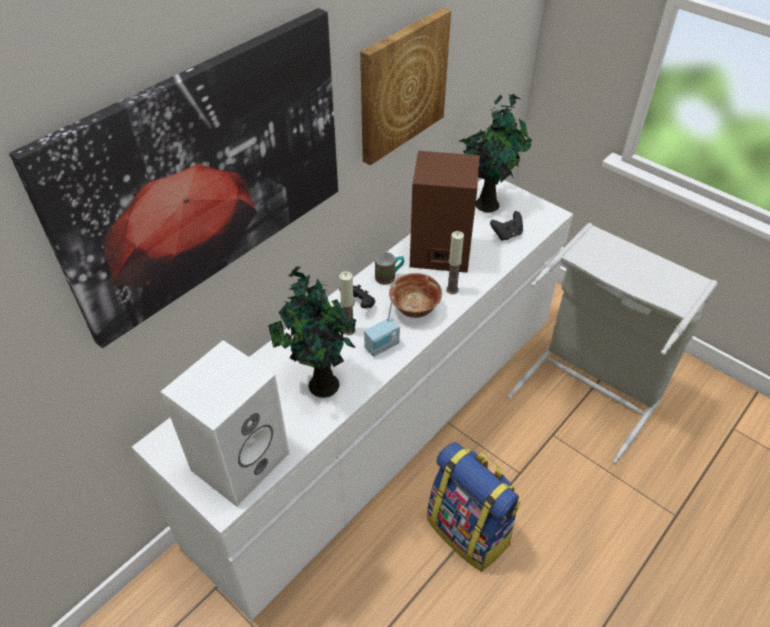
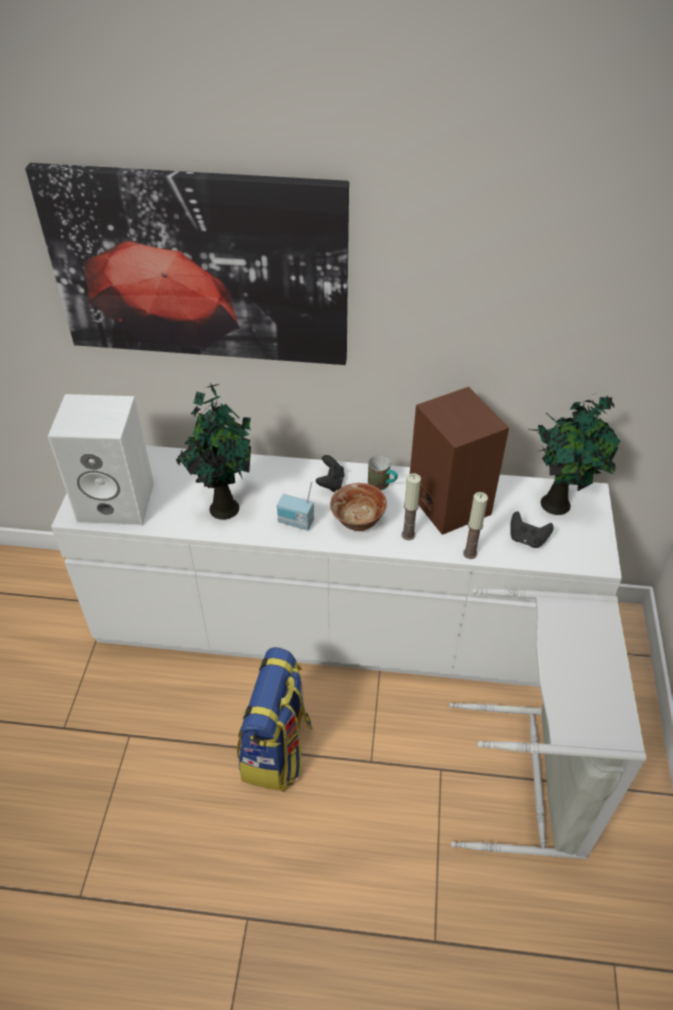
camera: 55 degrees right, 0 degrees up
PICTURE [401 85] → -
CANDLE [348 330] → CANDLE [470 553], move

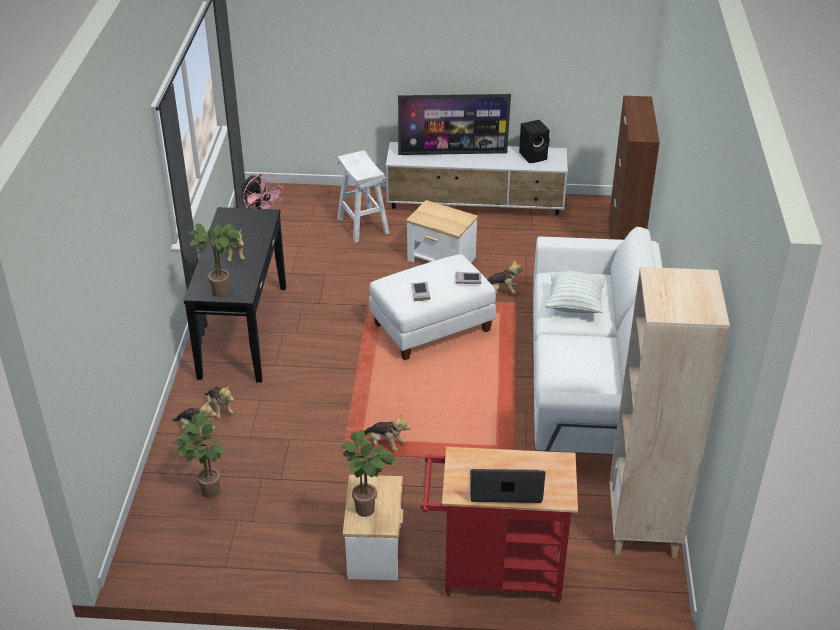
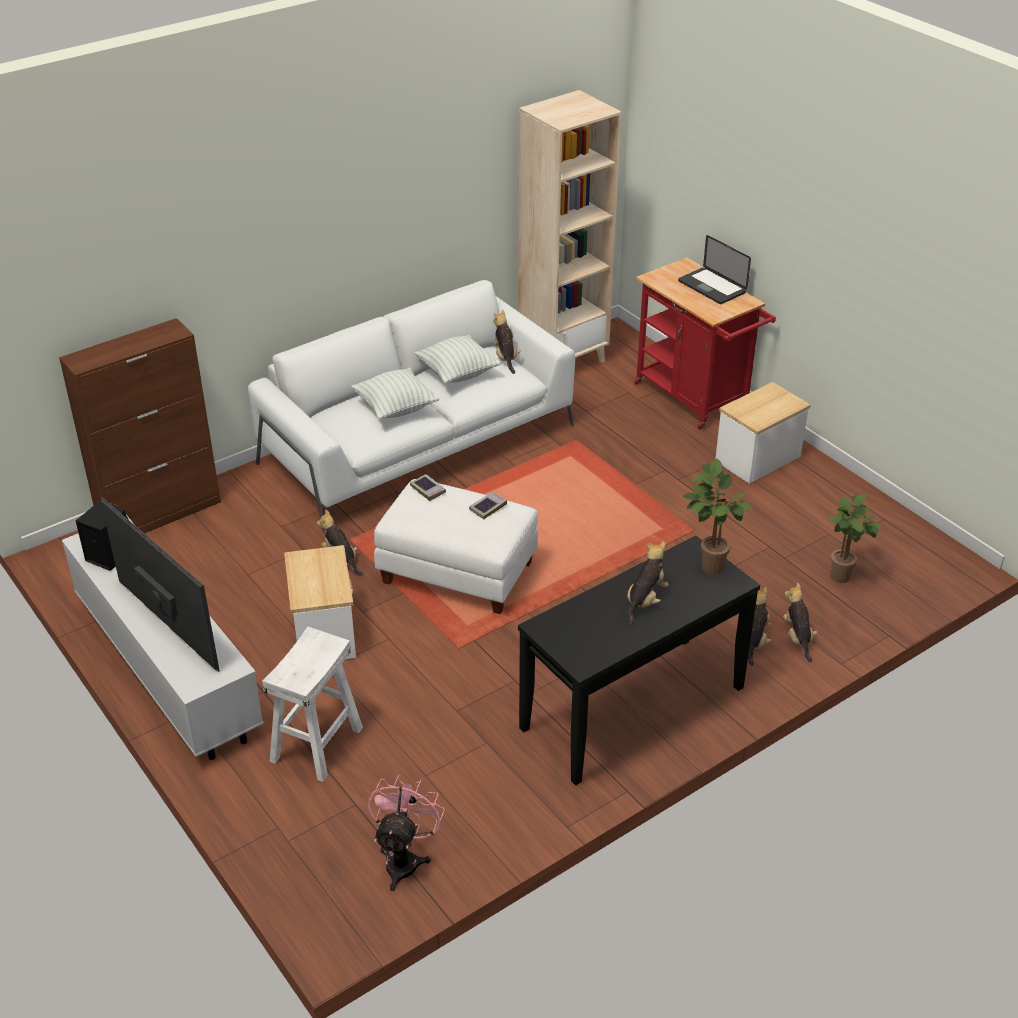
camera: 130 degrees left, 0 degrees up
PLUSH TOY [385 443] → PLUSH TOY [505 358], move
POTTED PLANT [368 510] → -
- → PILLOW [457 373]

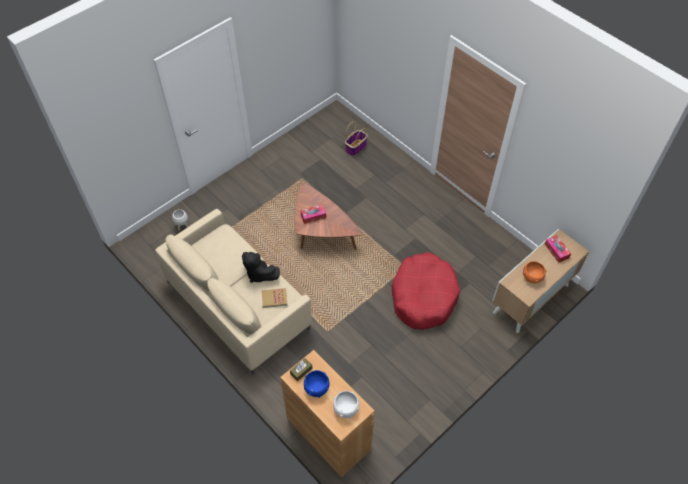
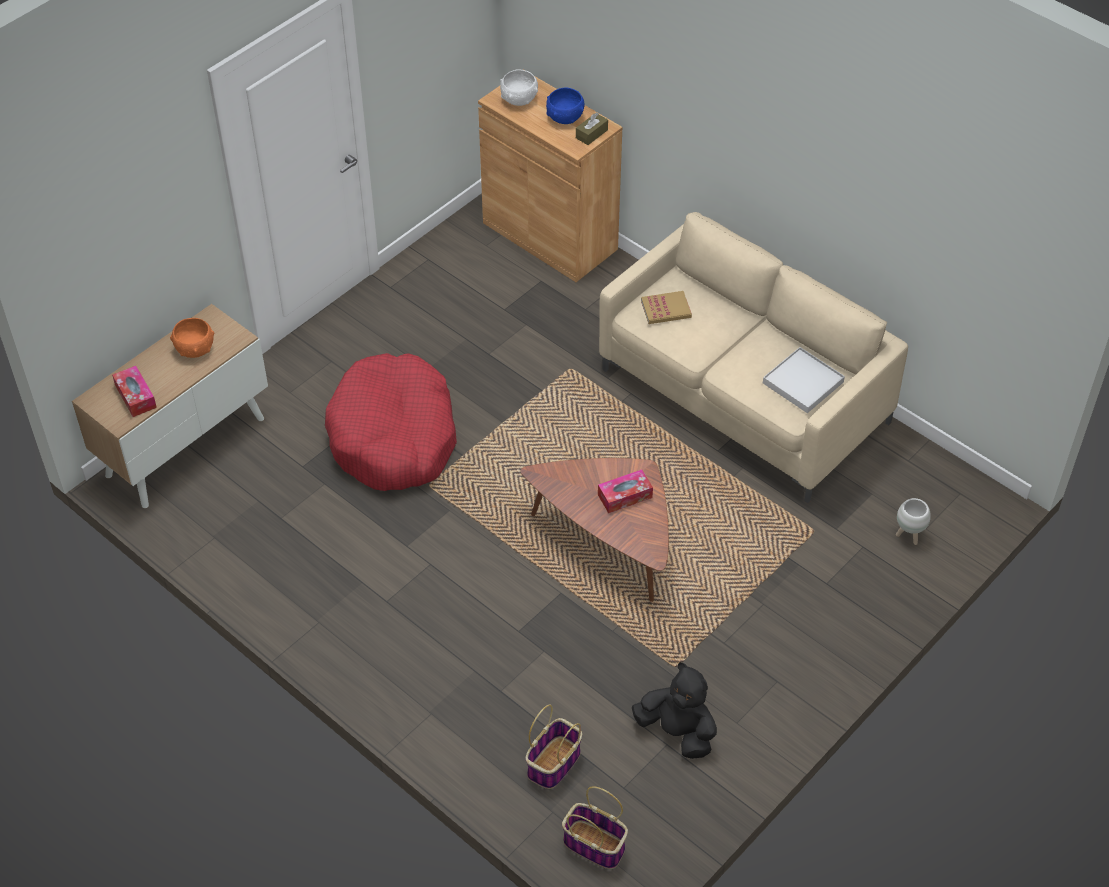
camera: 175 degrees right, 5 degrees down
BLACK PLUSH TOY [259 274] → BLACK PLUSH TOY [677 731], move
- → WHITE TRAY [802 382]
- → BASKET [595 845]

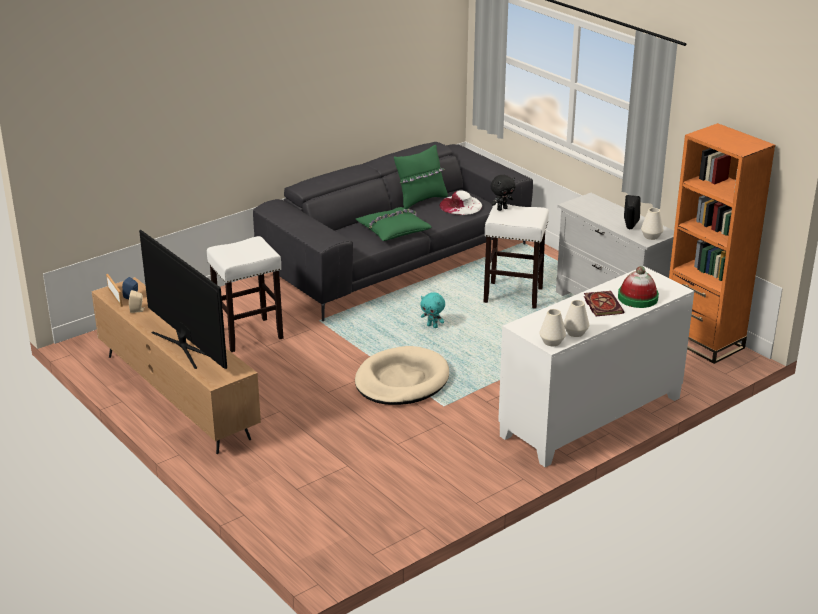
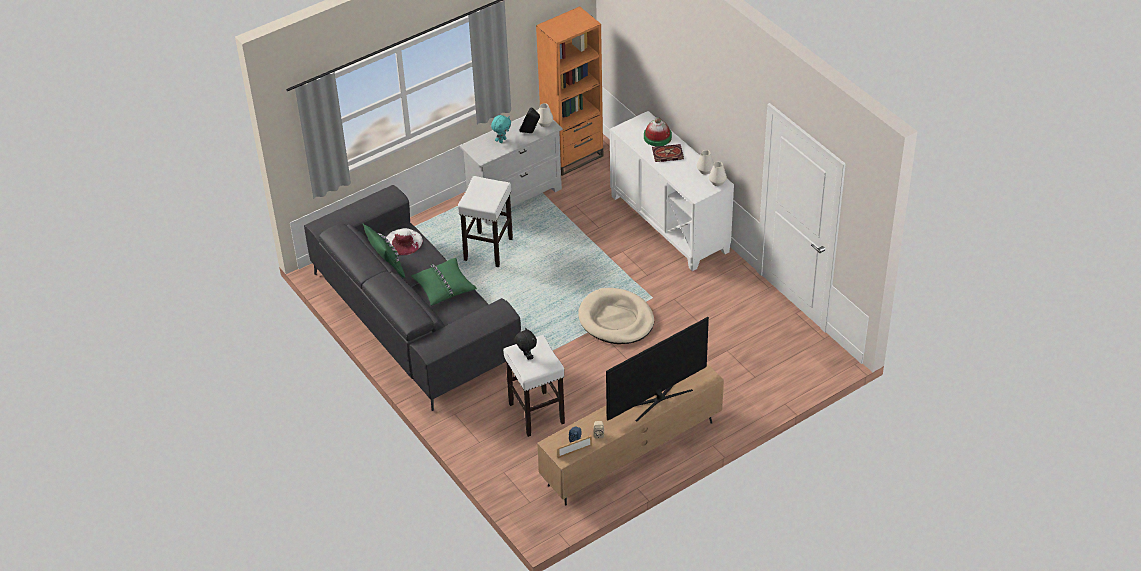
camera: 85 degrees left, 15 degrees up
BLACK PLUSH TOY [502 209] → BLACK PLUSH TOY [526 356], move
TURQUOISE PLUSH TOY [432 326] → TURQUOISE PLUSH TOY [502 140], move

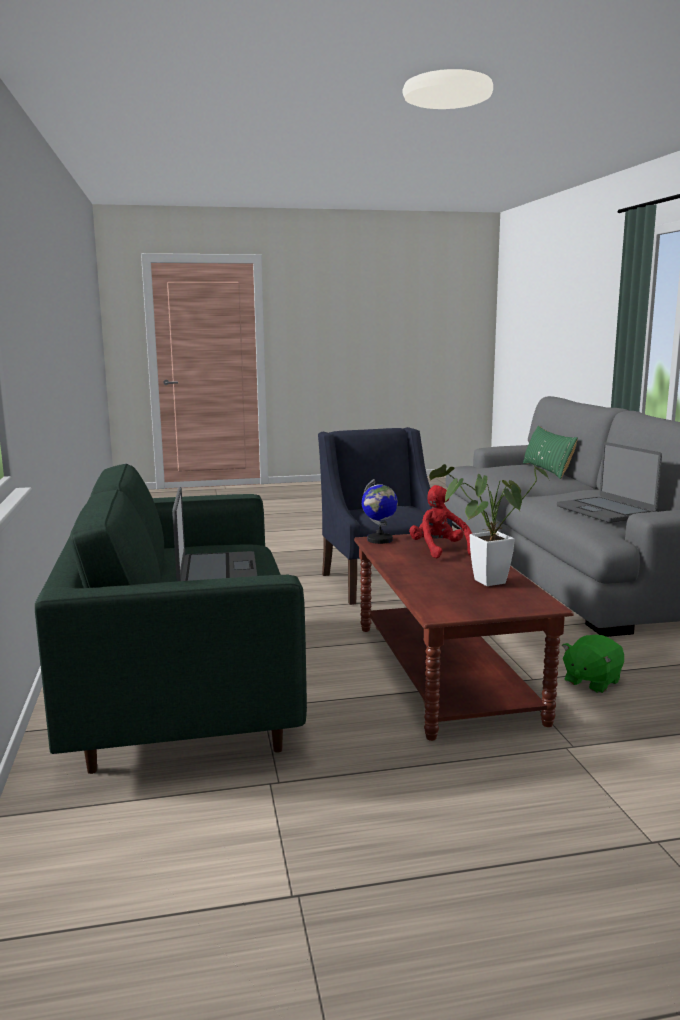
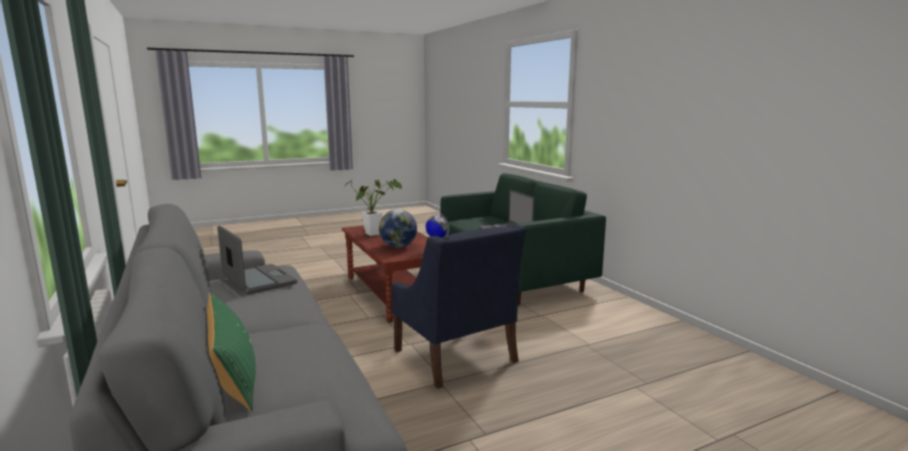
camera: 165 degrees right, 0 degrees up
RED PLUSH TOY [439 550] → GLOBE [398 247]
GREEN PLUSH TOY [591 681] → -

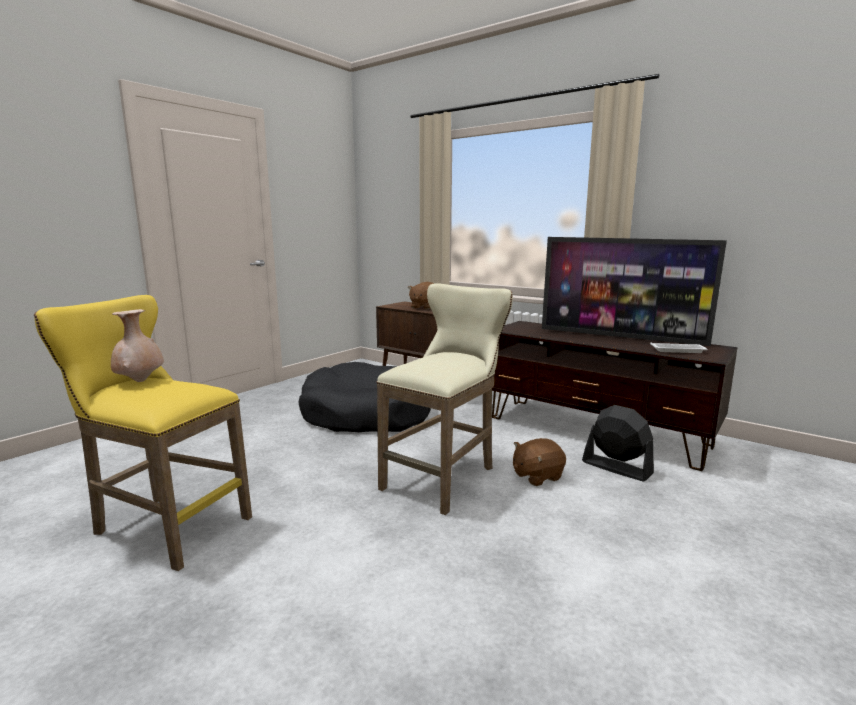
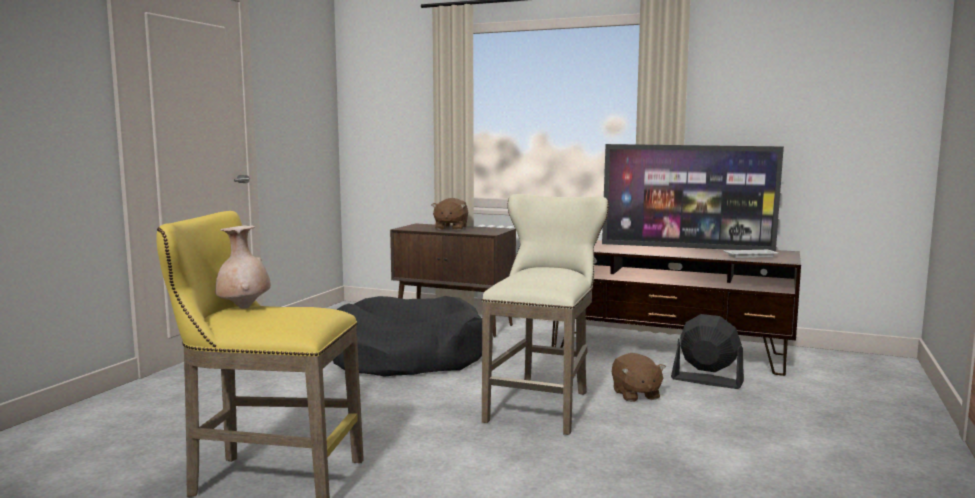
camera: 15 degrees left, 5 degrees down
BROWN PLUSH TOY [537 476] → BROWN PLUSH TOY [635 395], 60 degrees counterclockwise

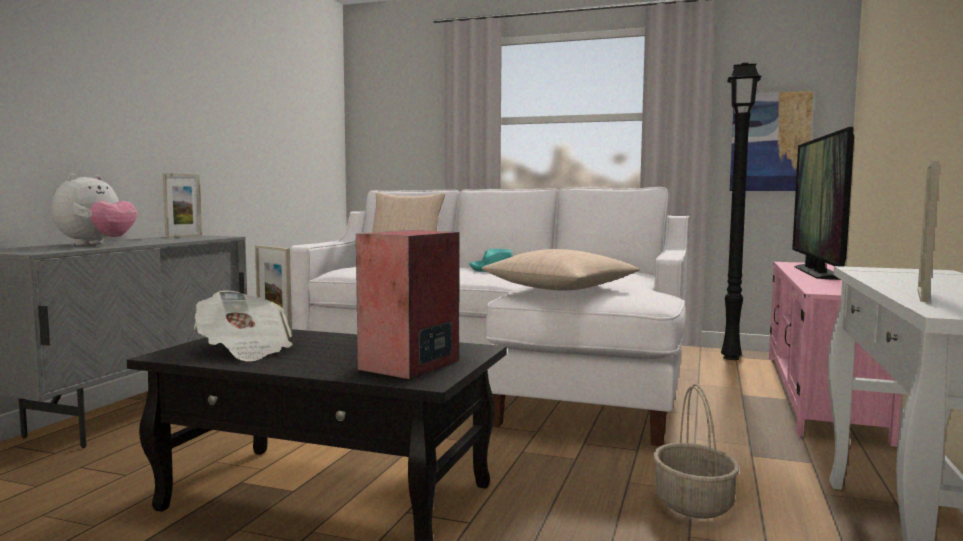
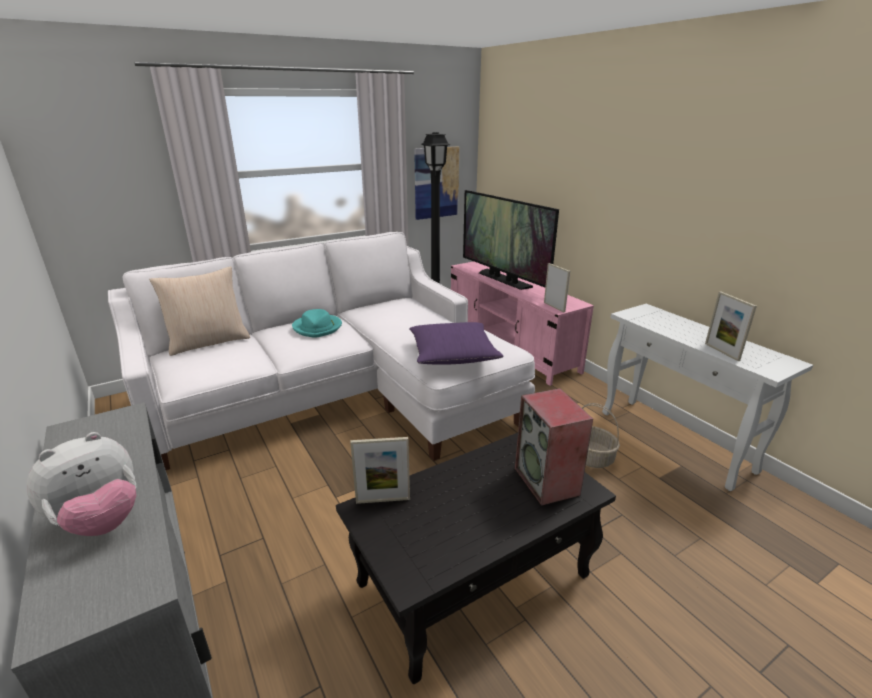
camera: 50 degrees left, 20 degrees up
PICTURE FRAME [184 236] → PICTURE FRAME [554 307], move
PLUSH TOY [96 244] → PLUSH TOY [101 521], 75 degrees clockwise
BEIGE PILLOW [561 289] → PURPLE PILLOW [453 354]
NEWSPAPER [245 350] → -

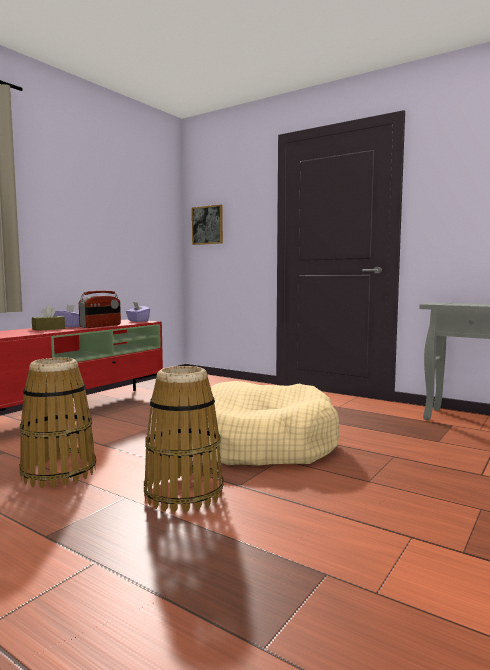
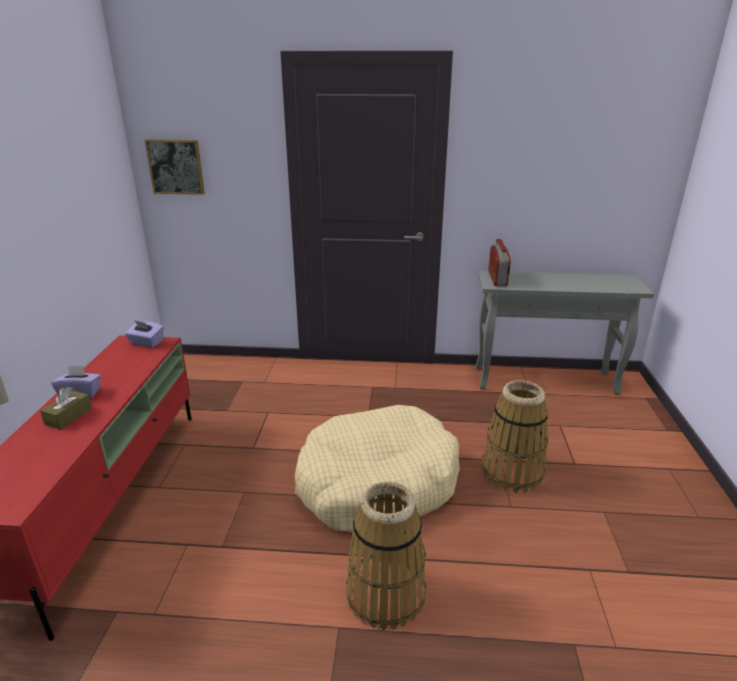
camera: 30 degrees left, 20 degrees up
RADIO [101 326] → RADIO [498 279], move
BASKET [59 472] → BASKET [512 472], move

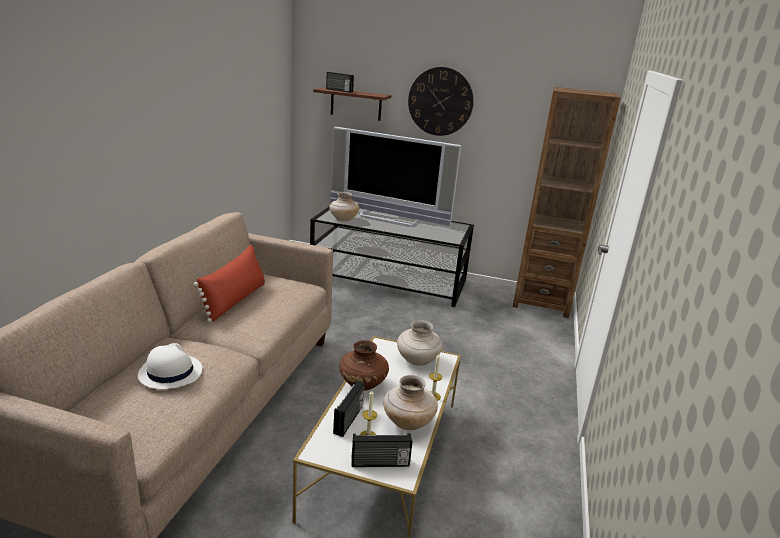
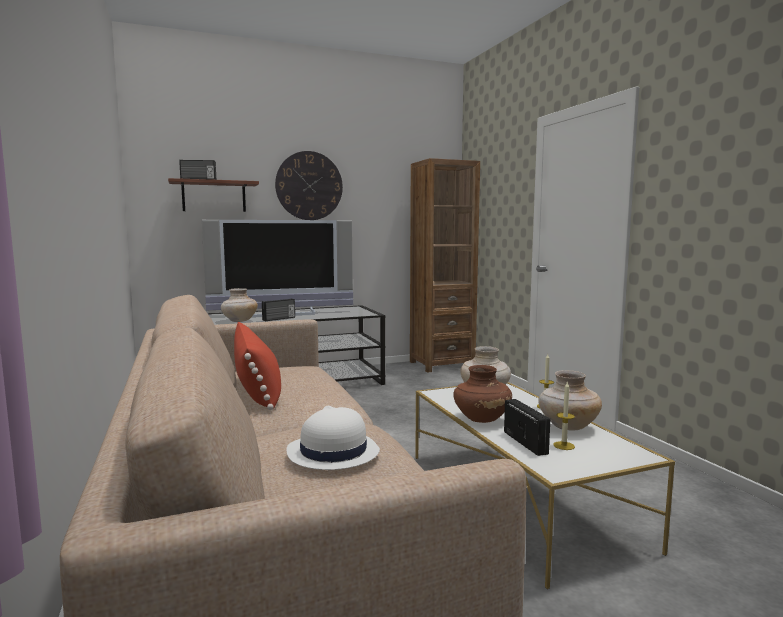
camera: 35 degrees left, 15 degrees down
RADIO [380 463] → RADIO [279 319], move

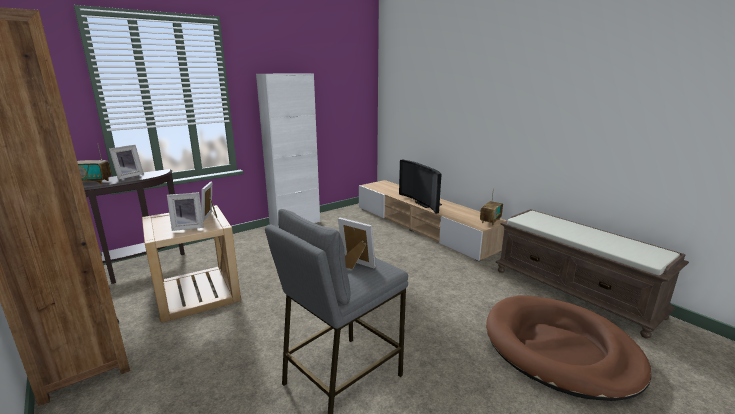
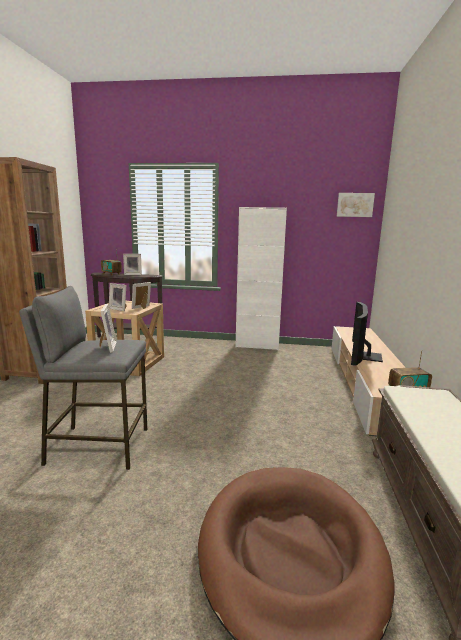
camera: 45 degrees right, 5 degrees down
- → PICTURE [355 205]

